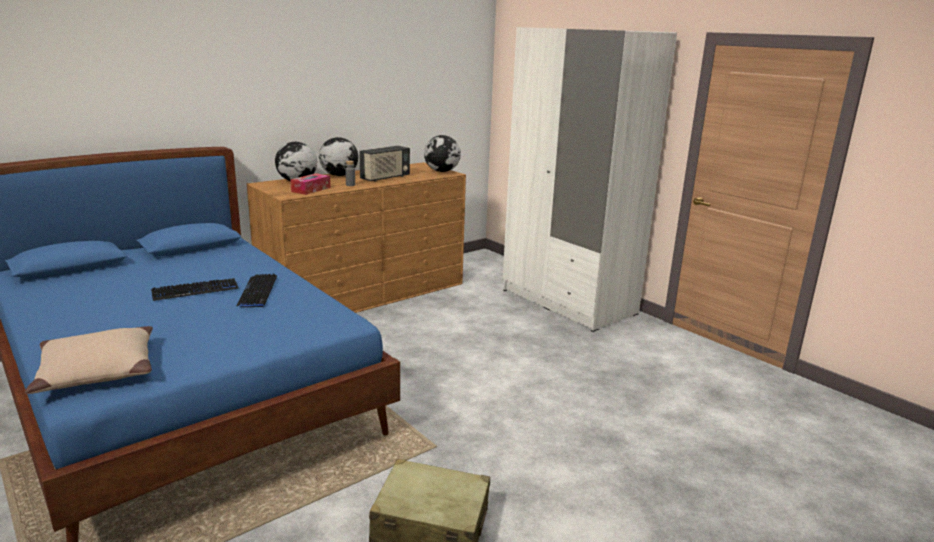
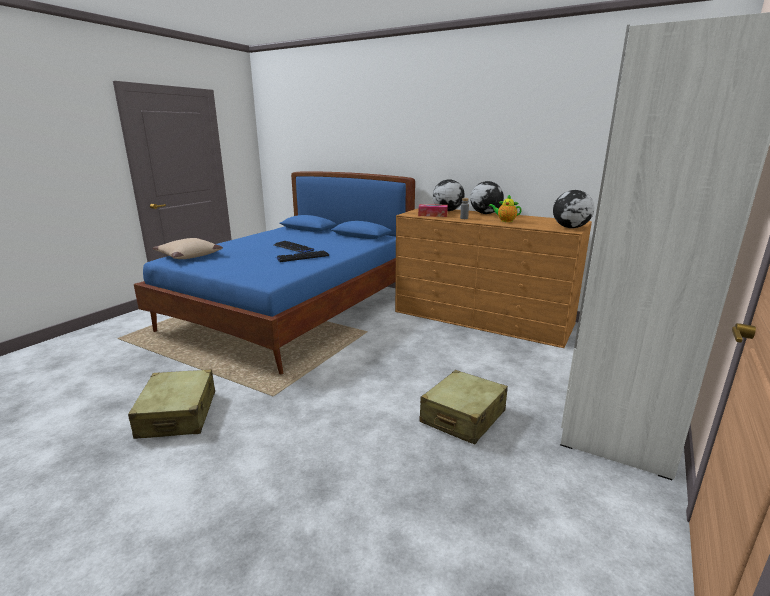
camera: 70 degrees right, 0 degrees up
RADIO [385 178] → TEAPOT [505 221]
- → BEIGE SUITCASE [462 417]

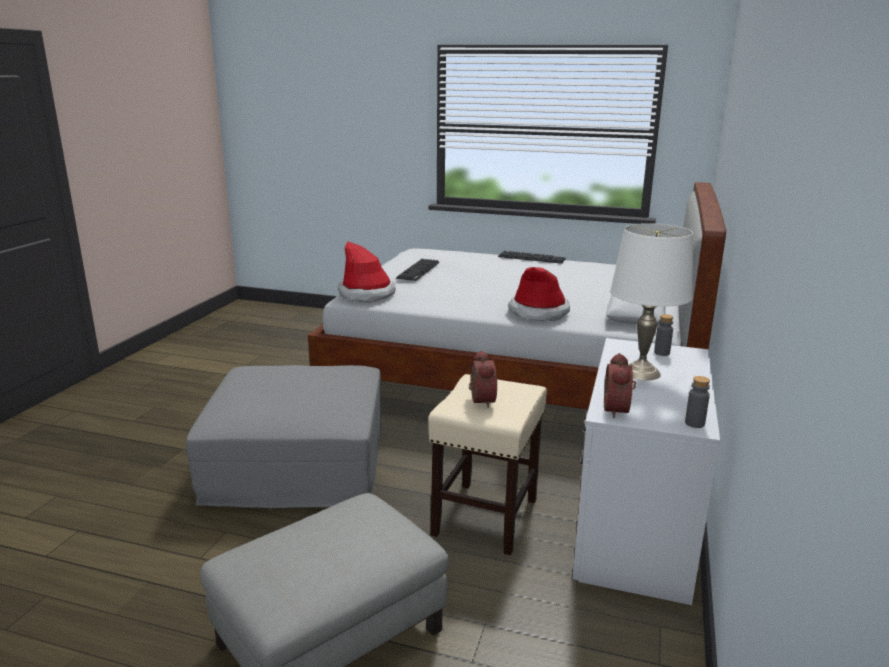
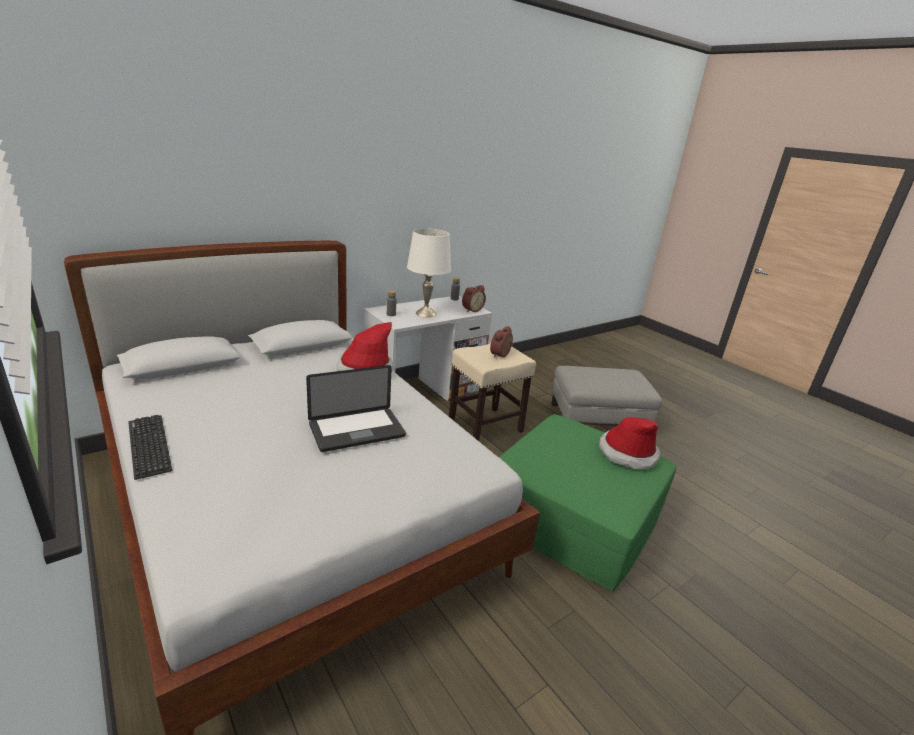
camera: 145 degrees left, 5 degrees up
HAT [367 294] → HAT [627 453], move
KEYBOARD [418 270] → -
GREY OTTOMAN [296 464] → GREEN OTTOMAN [574 516]
- → LAPTOP [357 430]

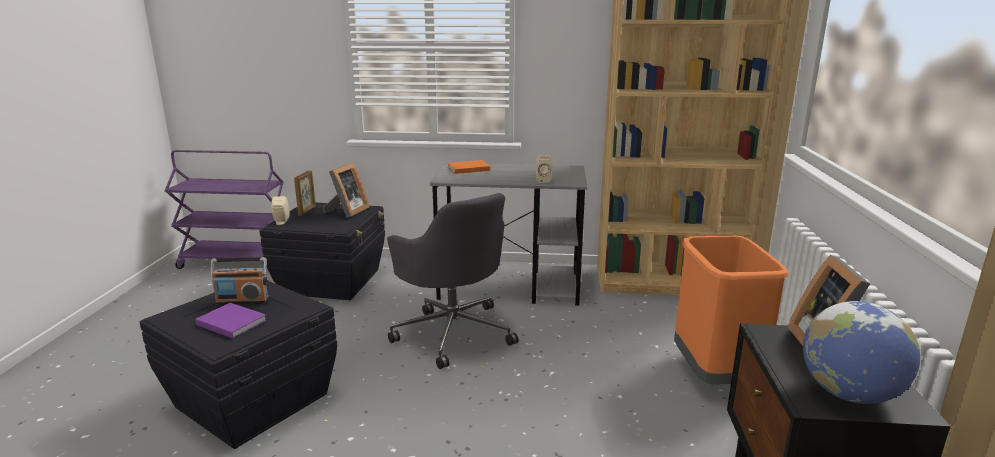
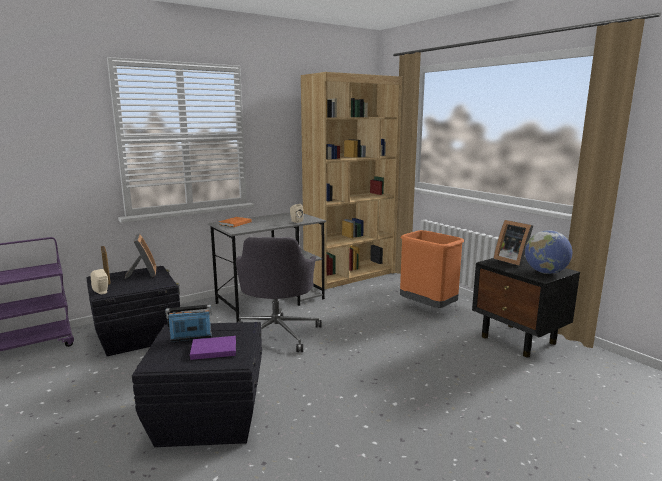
camera: 40 degrees left, 5 degrees down
GREY OFFICE CHAIR [453 332] → GREY OFFICE CHAIR [277 333], 75 degrees clockwise
RADIO [243 300] → RADIO [191 338], 150 degrees counterclockwise

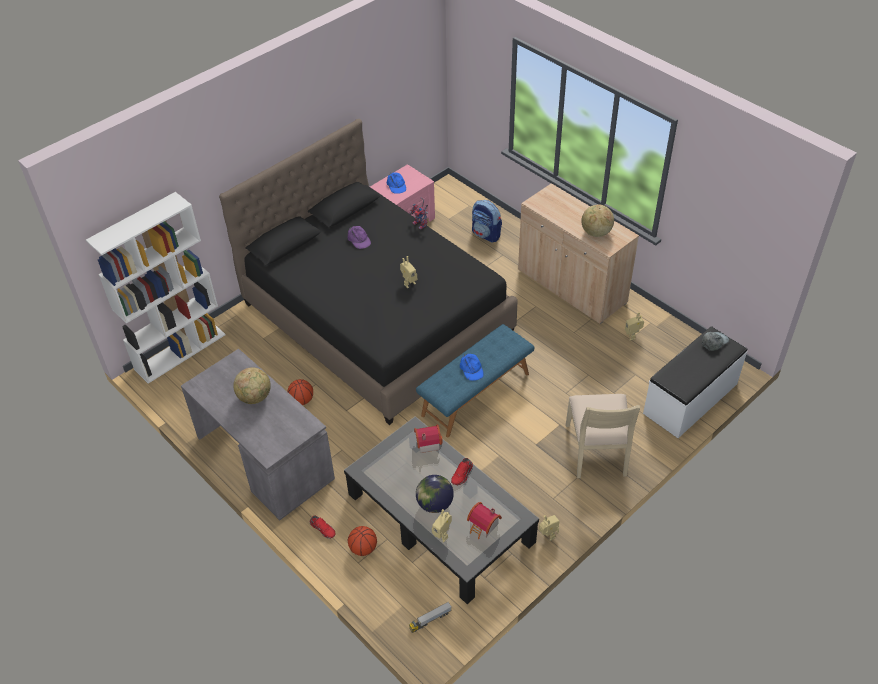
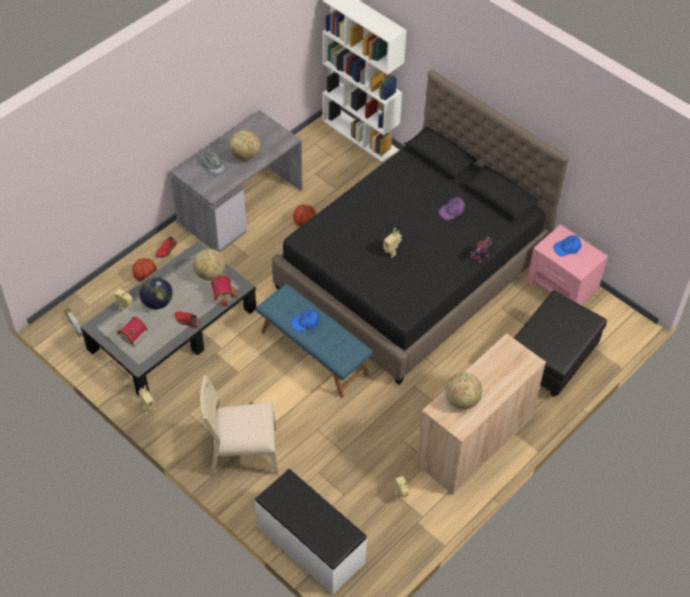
camera: 85 degrees right, 5 degrees up
BACKPACK [486 234] → BLACK OTTOMAN [551 361]
GREY CAP [714 341] → GREY CAP [213 165], move
- → GLOBE [210 274]

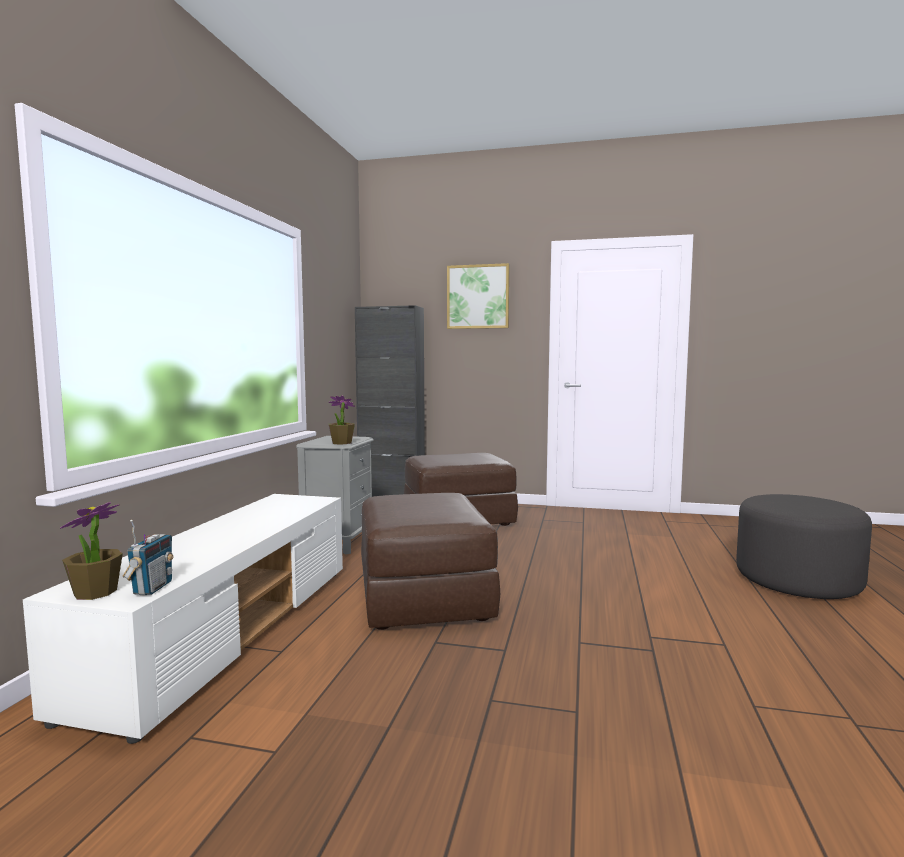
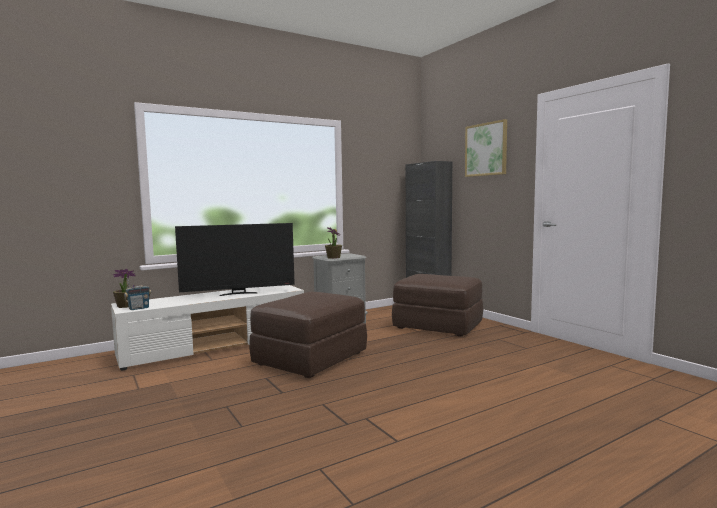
camera: 45 degrees right, 0 degrees up
GREY OTTOMAN [797 580] → -
- → TELEVISION [238 294]

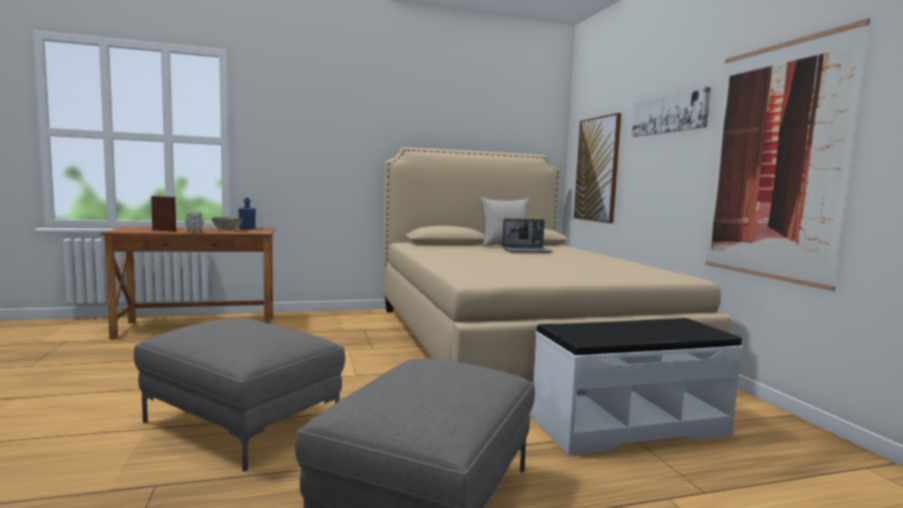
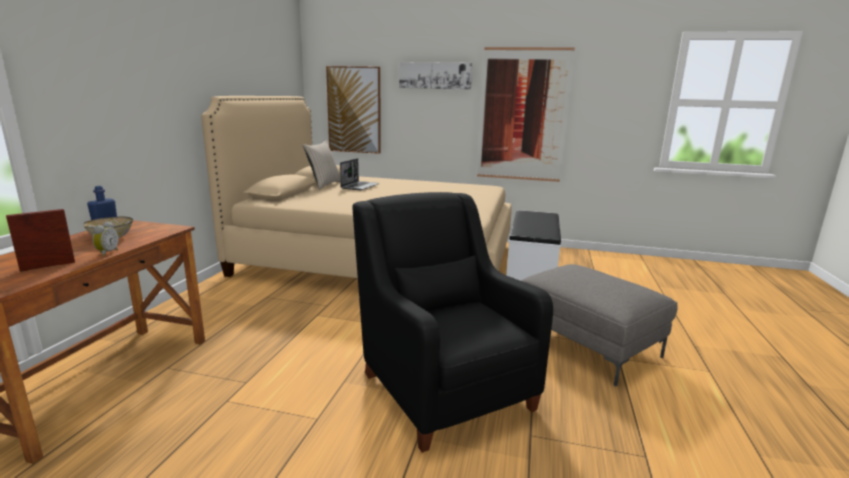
camera: 60 degrees left, 10 degrees up
GREY OTTOMAN [244 422] → BLACK ARMCHAIR [442 385]

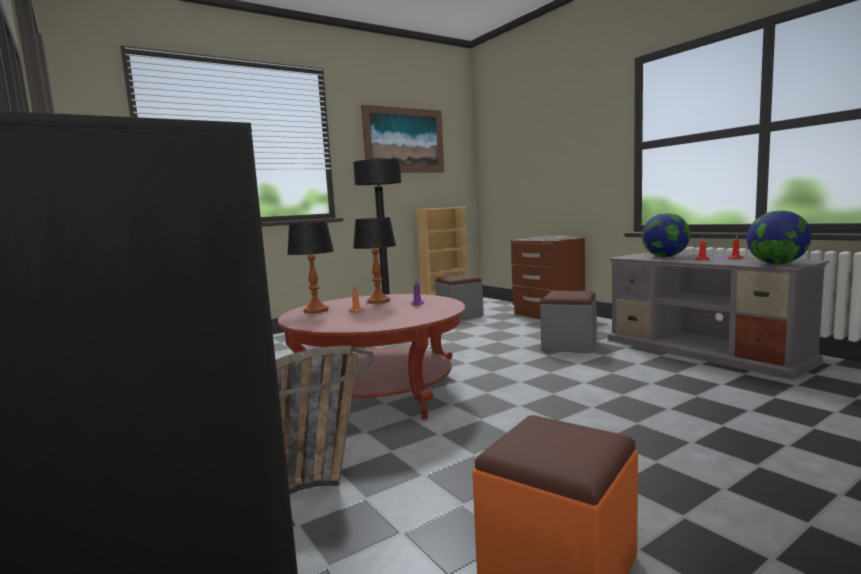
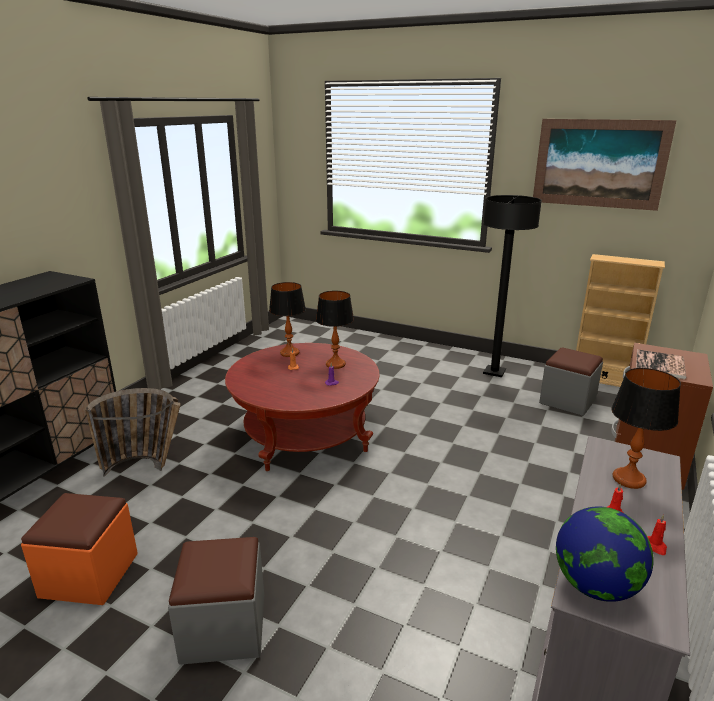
camera: 60 degrees right, 15 degrees up
GLOBE [665 257] → TABLE LAMP [629 479]
GREY OTTOMAN [569 345] → GREY OTTOMAN [224 627], move

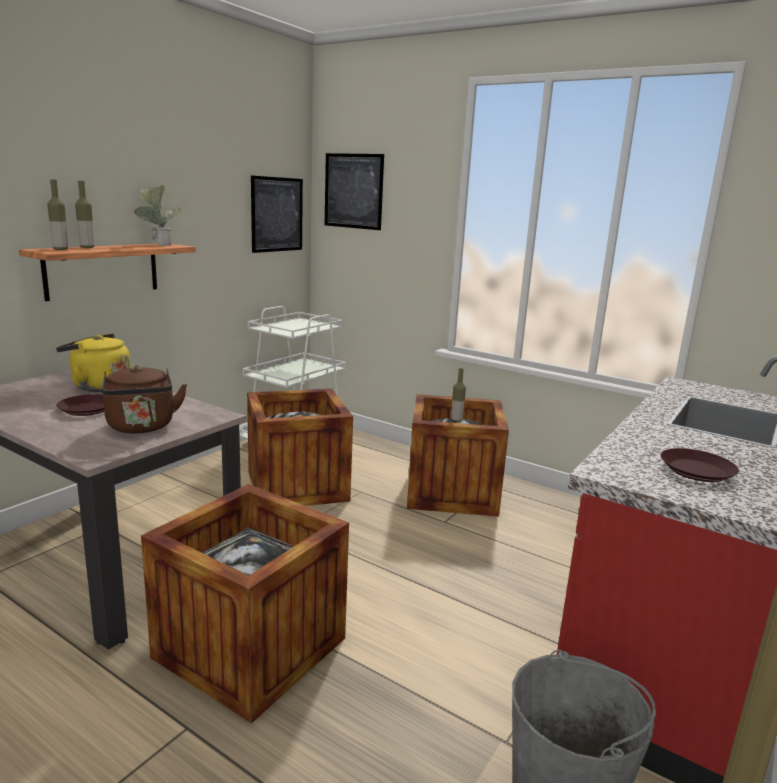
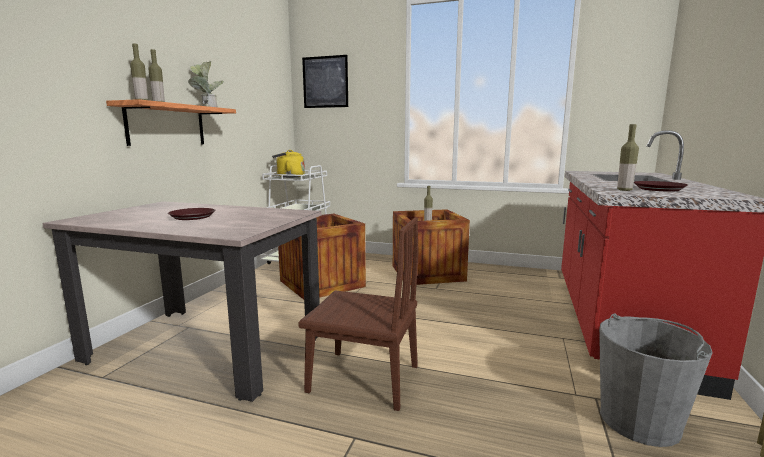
camera: 15 degrees left, 5 degrees down
PICTURE [277 214] → -
YELLOW KETTLE [98 386] → YELLOW KETTLE [288 177], move
BROWN KETTLE [142 427] → -
CRATE [250 647] → BROWN CHAIR [363 378]
- → BOTTLE [624 190]

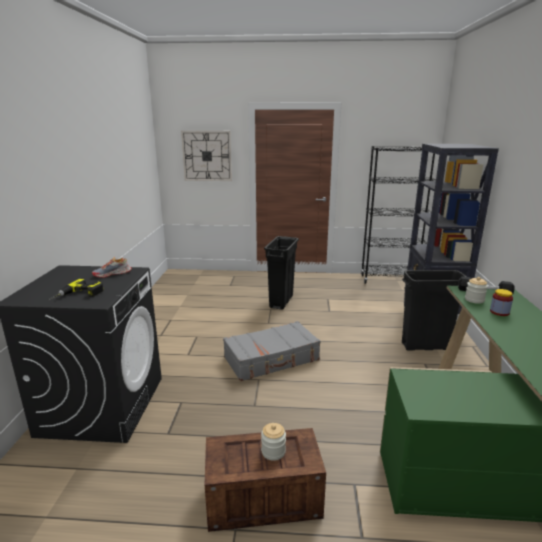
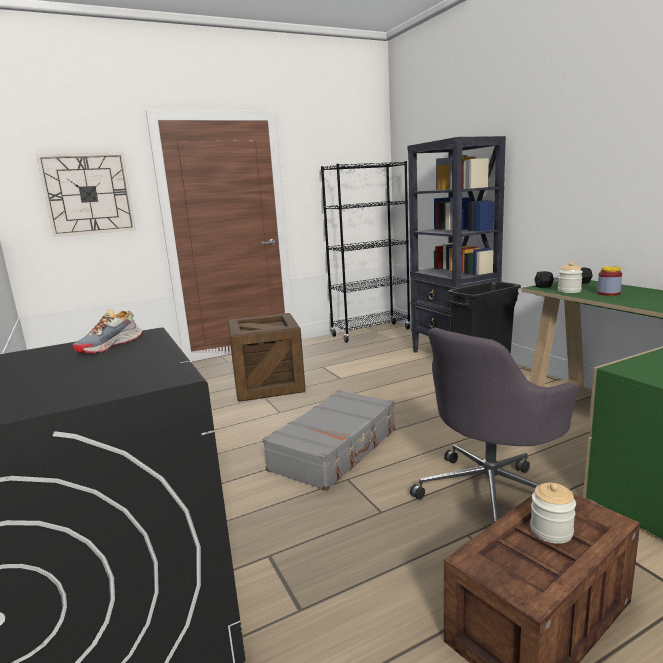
camera: 30 degrees left, 5 degrees down
BLACK TRASH CAN [281 302] → CRATE [268 385]
POWER DRILL [77 296] → -
- → GREY OFFICE CHAIR [492 493]

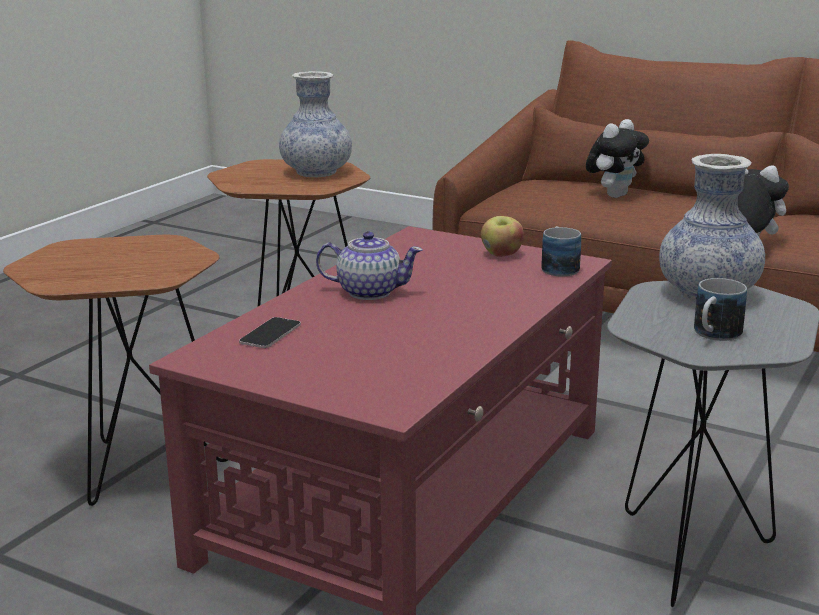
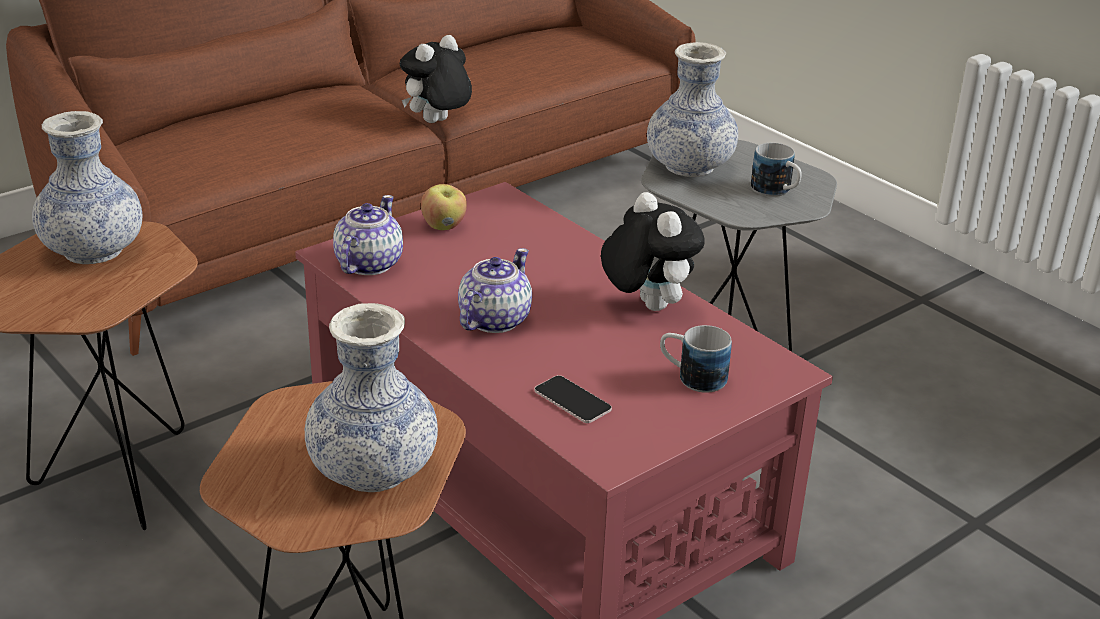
camera: 70 degrees left, 10 degrees up
PLUSH TOY [614 195] → PLUSH TOY [646 305], move
MUG [558 267] → MUG [692 377], move
- → TEAPOT [368 264]
- → VASE [373 470]

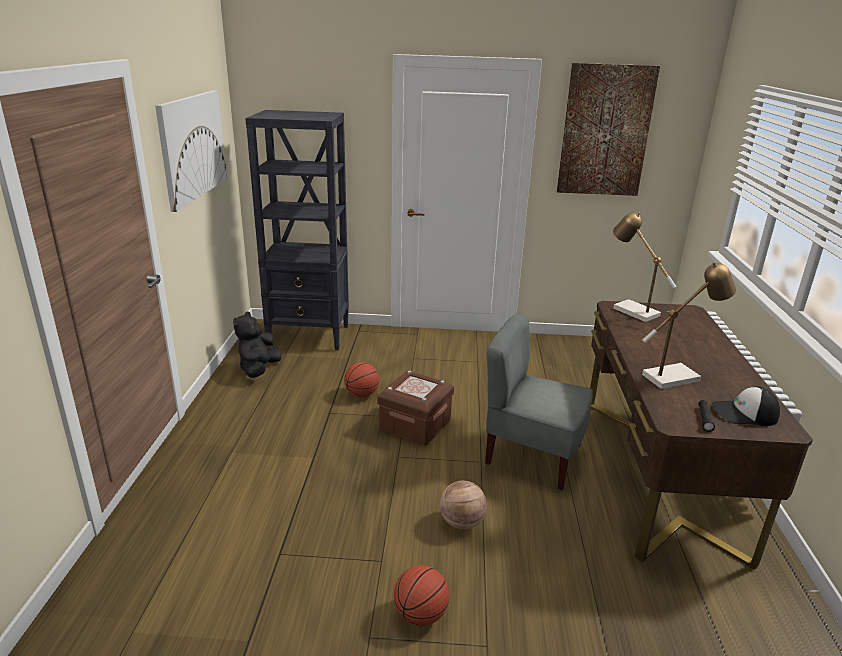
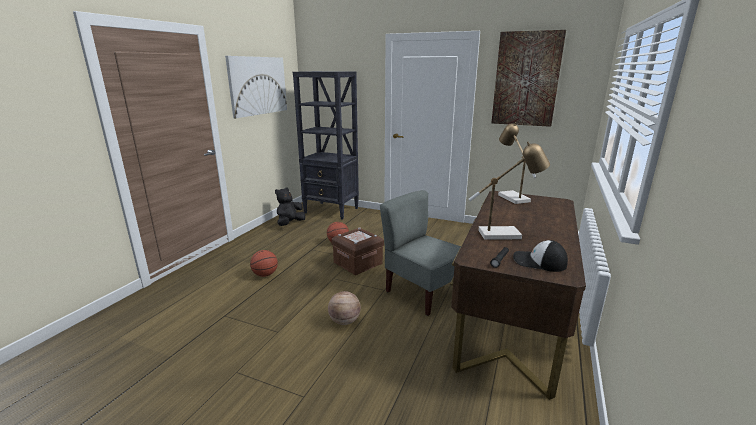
camera: 20 degrees right, 5 degrees down
BASKETBALL [420 614] → BASKETBALL [265 274], move

